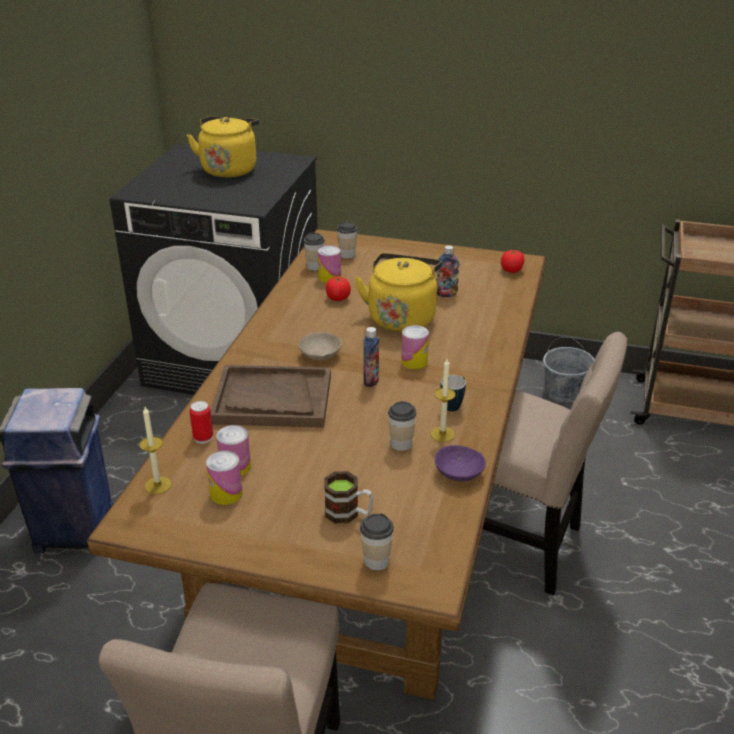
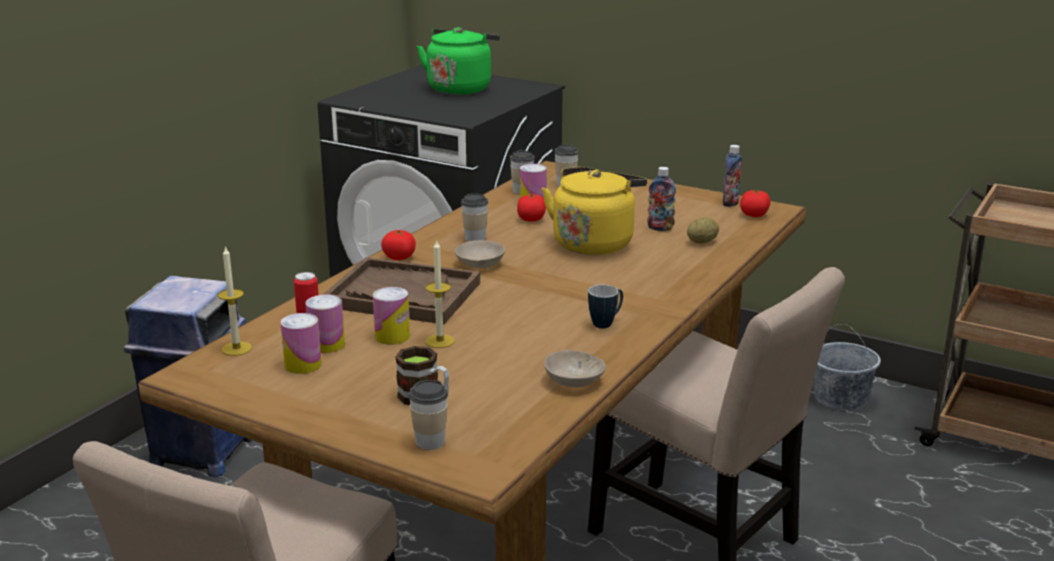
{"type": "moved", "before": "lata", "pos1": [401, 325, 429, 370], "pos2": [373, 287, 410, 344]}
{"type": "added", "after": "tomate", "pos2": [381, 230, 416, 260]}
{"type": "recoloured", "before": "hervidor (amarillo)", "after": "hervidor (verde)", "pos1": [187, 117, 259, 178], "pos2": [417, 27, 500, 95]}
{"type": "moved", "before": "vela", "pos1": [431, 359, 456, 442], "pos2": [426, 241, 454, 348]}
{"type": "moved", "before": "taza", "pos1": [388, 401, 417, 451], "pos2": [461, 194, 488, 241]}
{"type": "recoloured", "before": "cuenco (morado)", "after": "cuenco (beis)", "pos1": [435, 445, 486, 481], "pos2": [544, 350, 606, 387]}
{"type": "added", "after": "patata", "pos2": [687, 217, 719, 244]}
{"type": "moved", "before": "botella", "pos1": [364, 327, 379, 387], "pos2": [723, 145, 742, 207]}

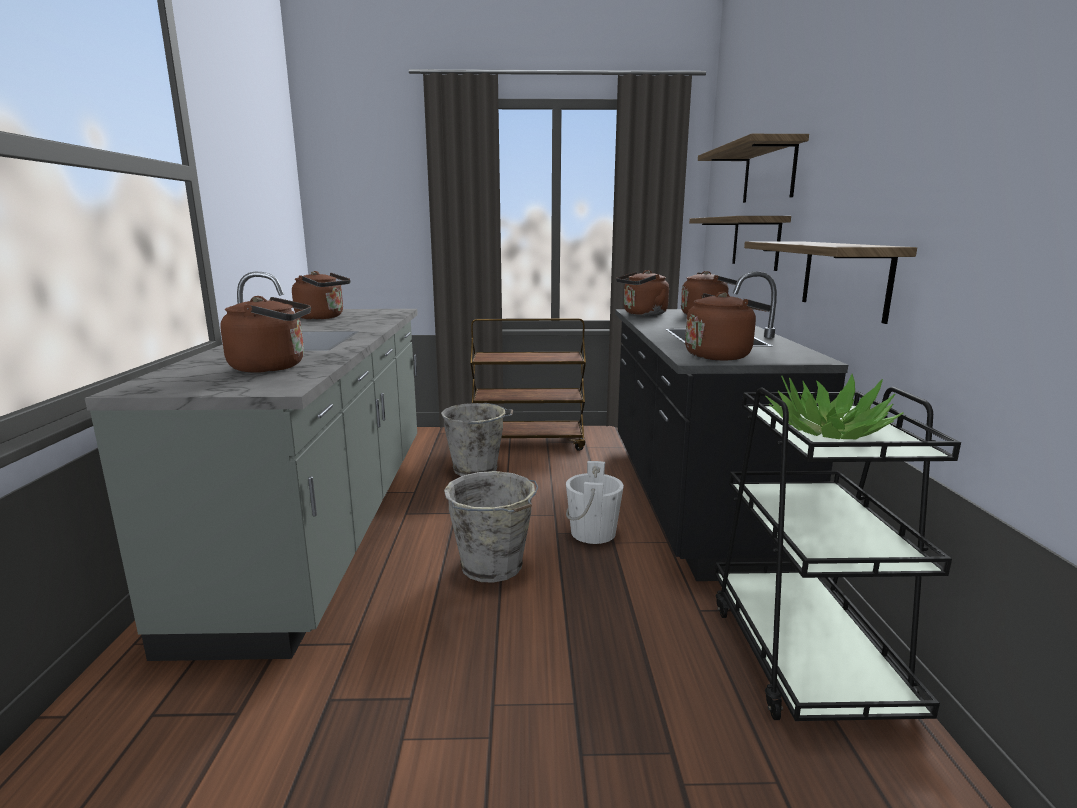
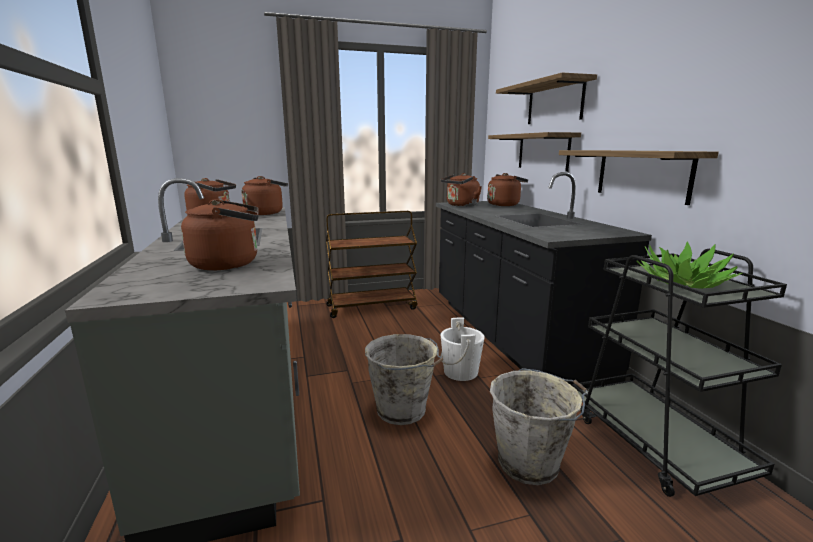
{"type": "moved", "before": "hervidor (marrón)", "pos1": [685, 292, 771, 360], "pos2": [242, 176, 288, 215]}
{"type": "moved", "before": "cubo (gris)", "pos1": [441, 403, 513, 476], "pos2": [490, 368, 588, 485]}

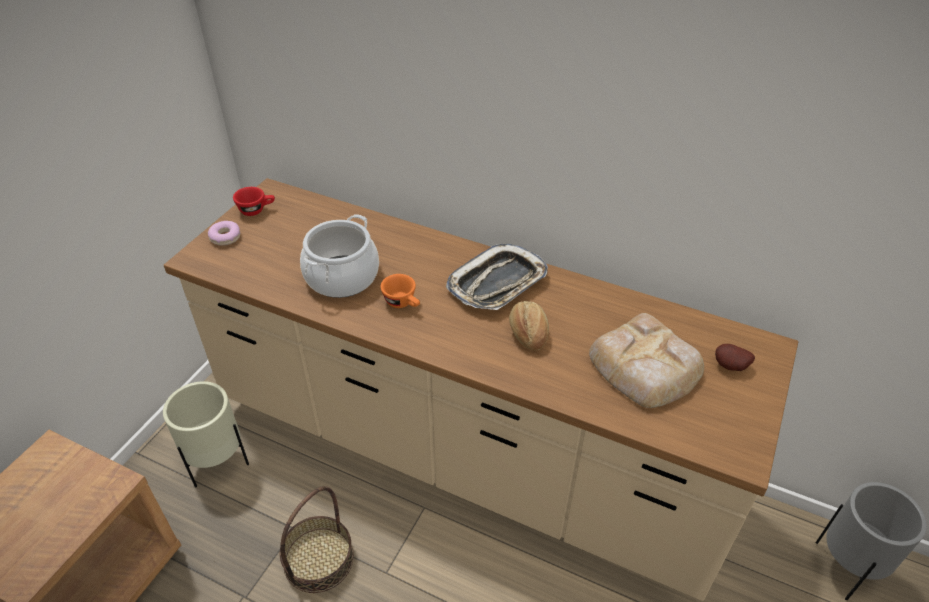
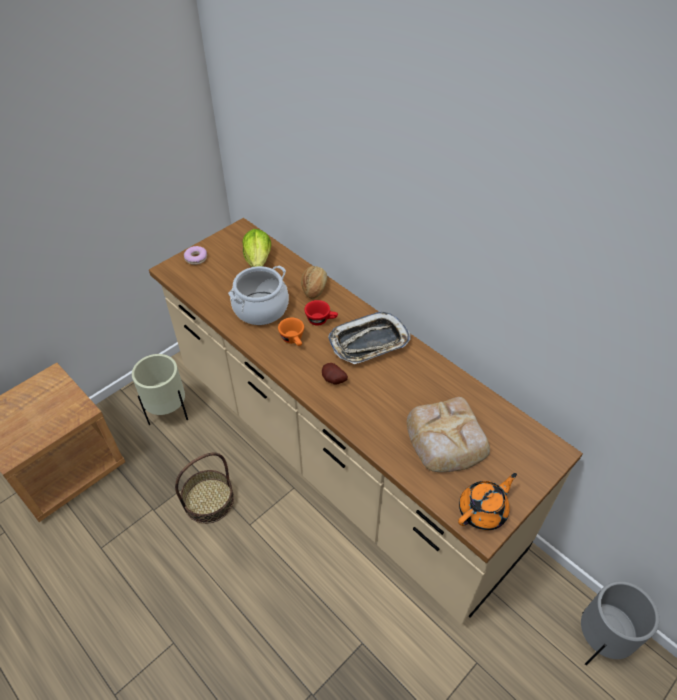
{"type": "added", "after": "lechuga", "pos2": [243, 229, 271, 267]}
{"type": "moved", "before": "pan", "pos1": [509, 301, 549, 351], "pos2": [301, 266, 327, 299]}
{"type": "moved", "before": "taza (rojo)", "pos1": [233, 187, 275, 216], "pos2": [304, 300, 338, 326]}
{"type": "moved", "before": "patata", "pos1": [715, 344, 755, 371], "pos2": [322, 363, 348, 385]}
{"type": "added", "after": "tetera (naranja)", "pos2": [458, 473, 517, 531]}

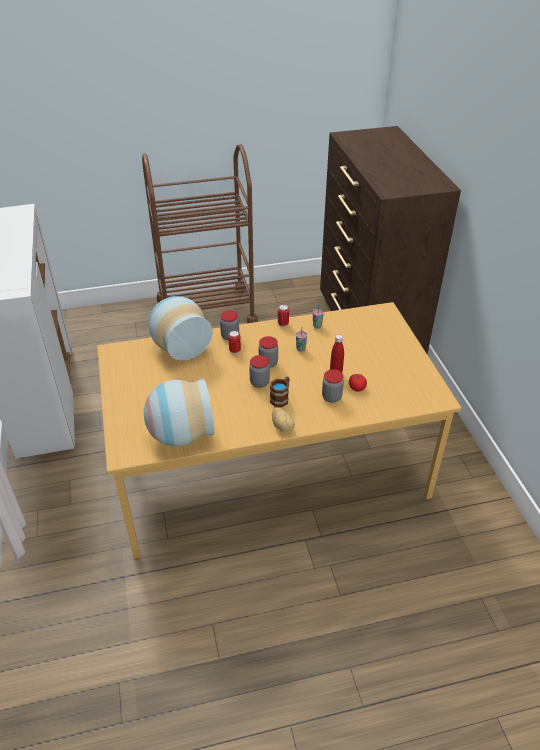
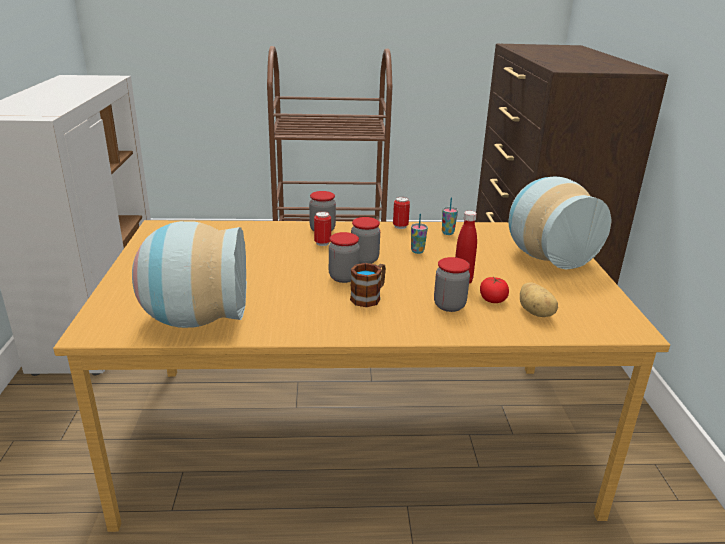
{"type": "moved", "before": "florero", "pos1": [149, 296, 213, 361], "pos2": [508, 177, 611, 270]}
{"type": "moved", "before": "patata", "pos1": [272, 408, 295, 432], "pos2": [520, 282, 558, 317]}

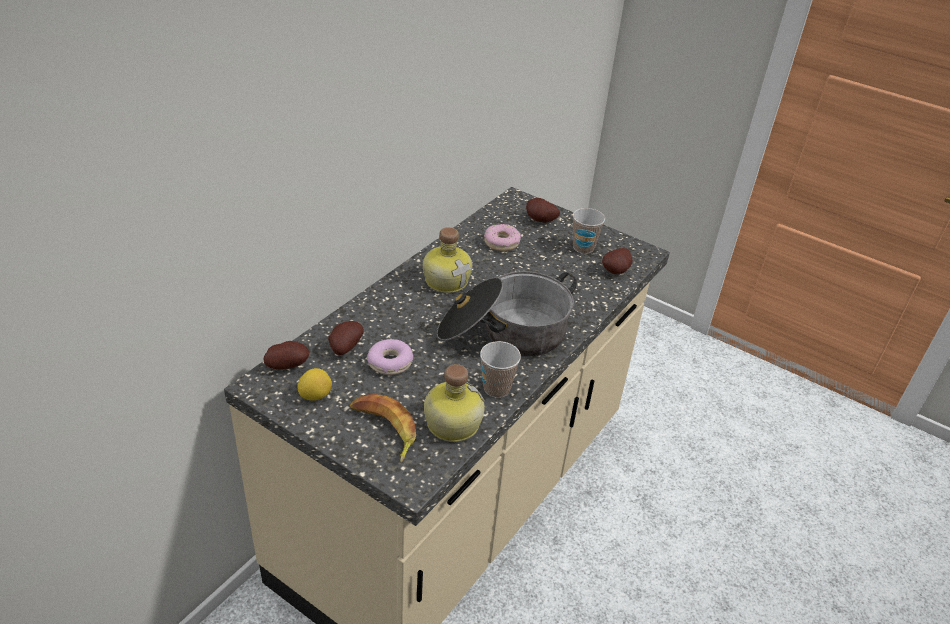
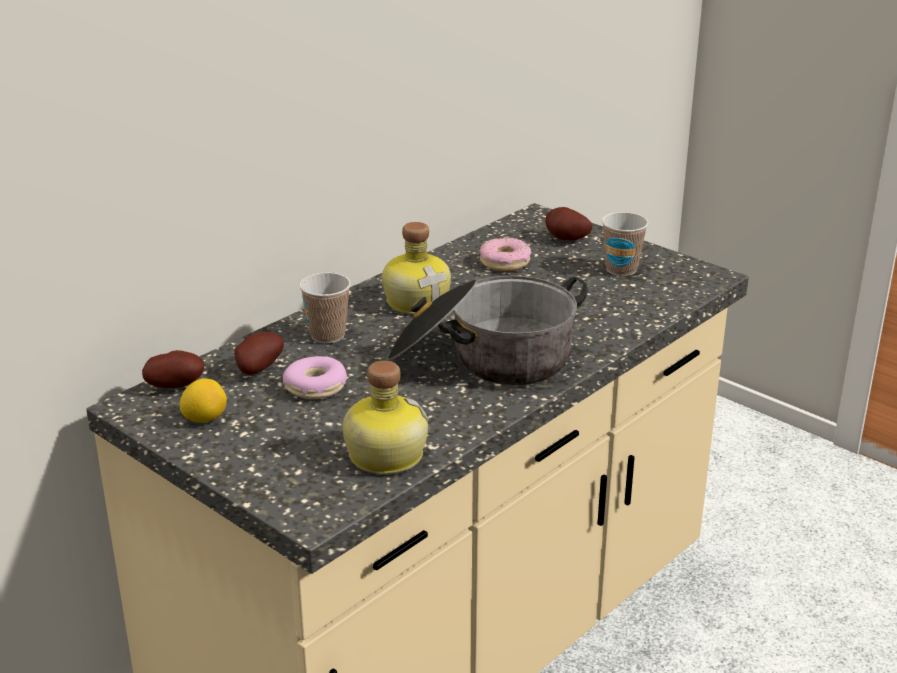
{"type": "moved", "before": "taza", "pos1": [480, 341, 521, 398], "pos2": [299, 272, 351, 344]}
{"type": "removed", "before": "plátano", "pos1": [350, 394, 416, 463]}
{"type": "removed", "before": "patata", "pos1": [602, 248, 632, 274]}

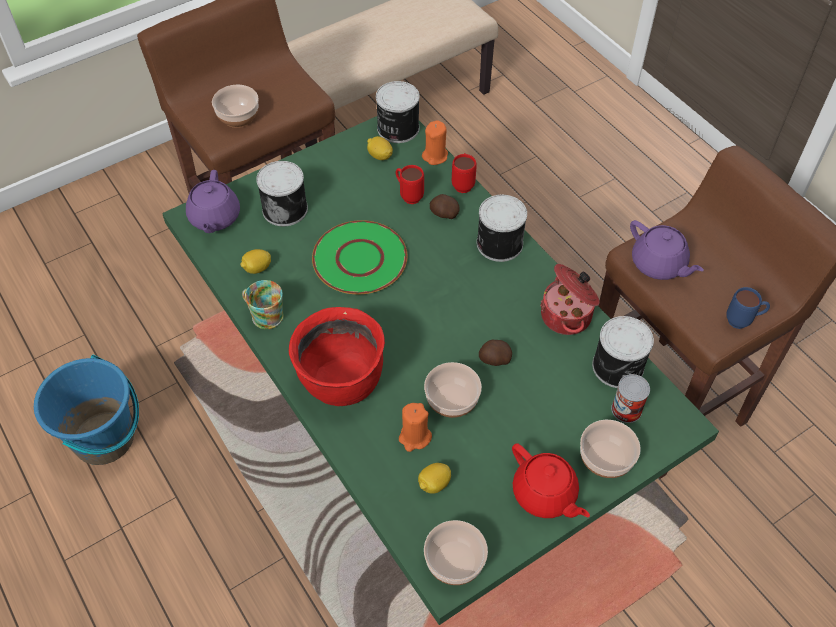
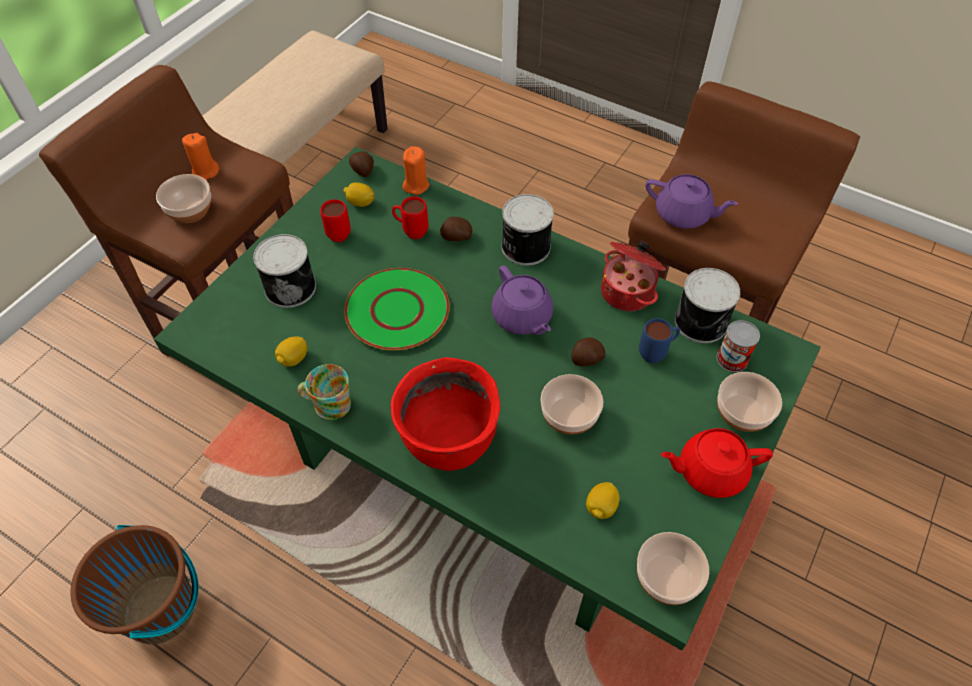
{"type": "recoloured", "before": "cubo (azul)", "after": "cubo (marrón)", "pos1": [34, 355, 139, 465], "pos2": [71, 525, 199, 644]}
{"type": "moved", "before": "vela (naranja)", "pos1": [399, 403, 432, 452], "pos2": [182, 133, 220, 180]}
{"type": "moved", "before": "taza grande (rojo)", "pos1": [452, 153, 477, 193], "pos2": [320, 199, 351, 242]}
{"type": "replaced", "before": "lata", "after": "patata", "pos1": [376, 81, 420, 143], "pos2": [349, 152, 374, 177]}
{"type": "moved", "before": "tetera (morado)", "pos1": [186, 170, 240, 233], "pos2": [491, 266, 553, 335]}
{"type": "moved", "before": "taza grande (azul)", "pos1": [726, 287, 770, 329], "pos2": [639, 318, 680, 363]}
{"type": "turned", "before": "tetera (rojo)", "pos1": [512, 443, 590, 518], "pos2": [661, 428, 773, 498], "turn": 150}

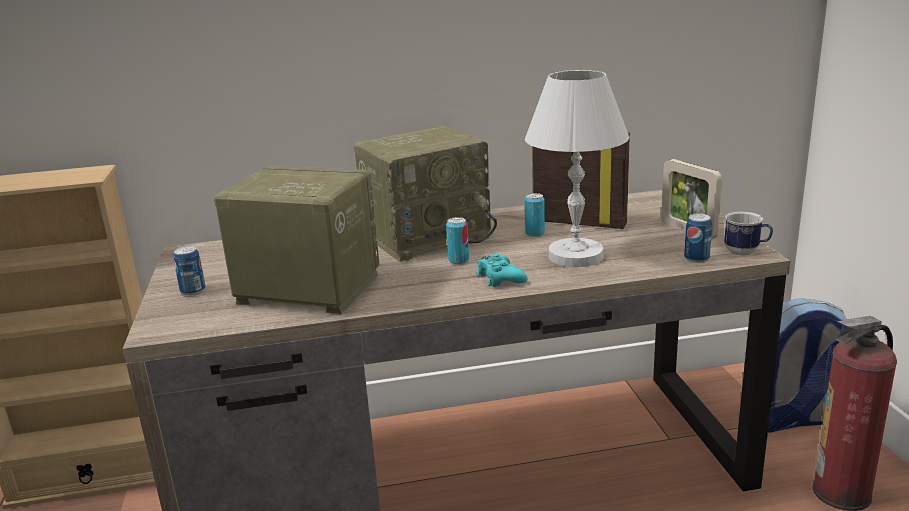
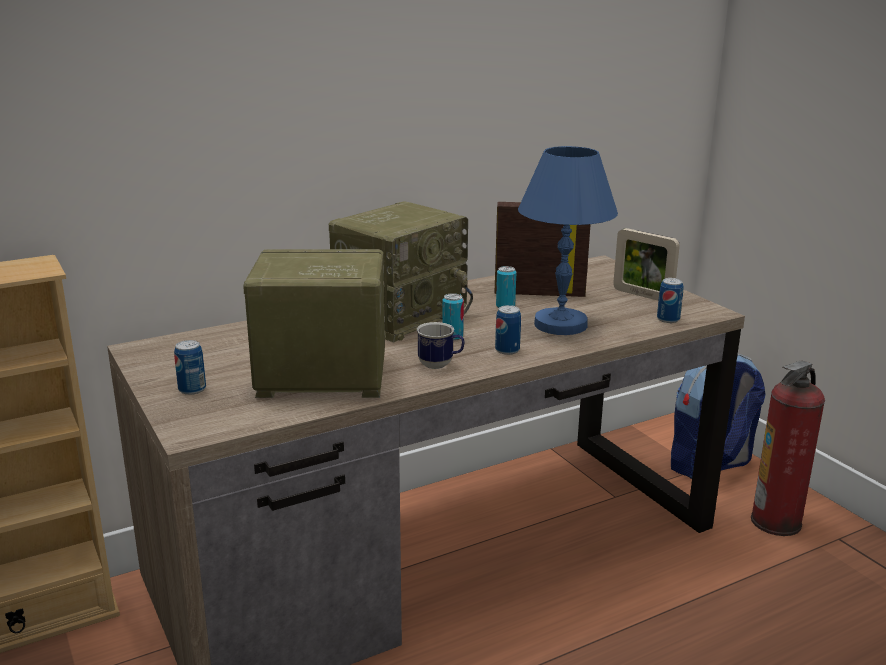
{"type": "moved", "before": "taza grande", "pos1": [724, 212, 773, 256], "pos2": [417, 322, 465, 369]}
{"type": "replaced", "before": "mando de consola (turquesa)", "after": "lata", "pos1": [477, 254, 528, 287], "pos2": [495, 305, 521, 355]}
{"type": "recoloured", "before": "lámpara de mesa (blanco)", "after": "lámpara de mesa (azul)", "pos1": [525, 70, 629, 267], "pos2": [518, 146, 618, 335]}

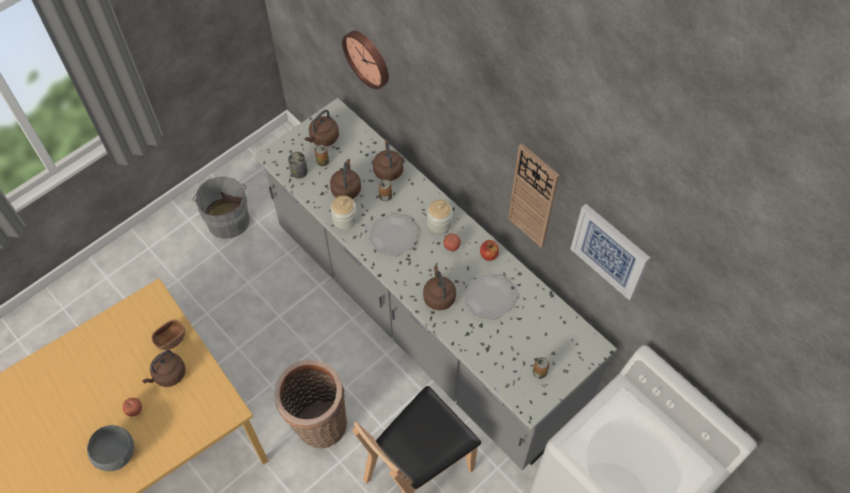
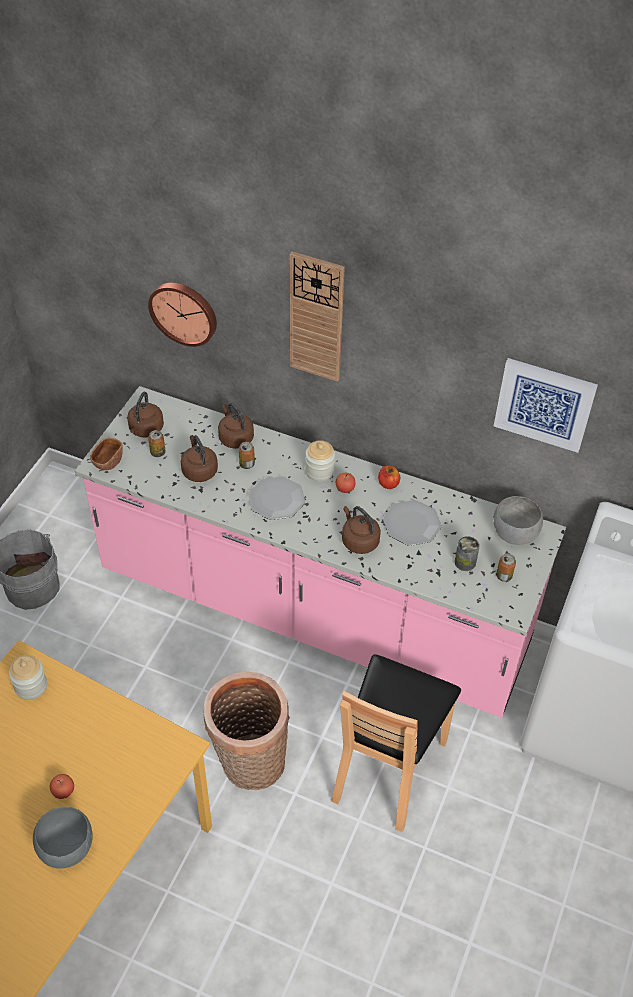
{"type": "moved", "before": "tarro", "pos1": [330, 195, 357, 230], "pos2": [9, 655, 47, 700]}
{"type": "recoloured", "before": "mueble bajo de cocina (gris)", "after": "mueble bajo de cocina (rosa)", "pos1": [255, 98, 617, 470], "pos2": [75, 386, 566, 718]}
{"type": "moved", "before": "cuenco (marrón)", "pos1": [152, 320, 185, 350], "pos2": [90, 438, 123, 470]}
{"type": "moved", "before": "reloj de pared", "pos1": [508, 144, 559, 248], "pos2": [290, 252, 345, 381]}
{"type": "moved", "before": "lata", "pos1": [288, 152, 308, 179], "pos2": [454, 536, 480, 571]}
{"type": "added", "after": "cuenco (gris)", "pos2": [494, 496, 543, 545]}
{"type": "removed", "before": "hervidor (marrón)", "pos1": [142, 350, 186, 387]}

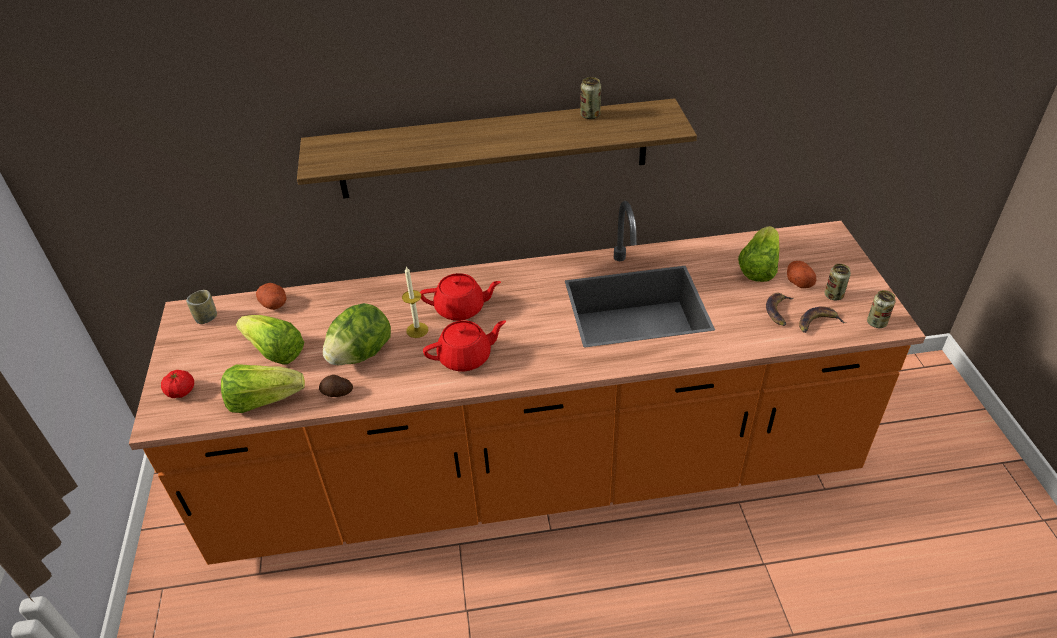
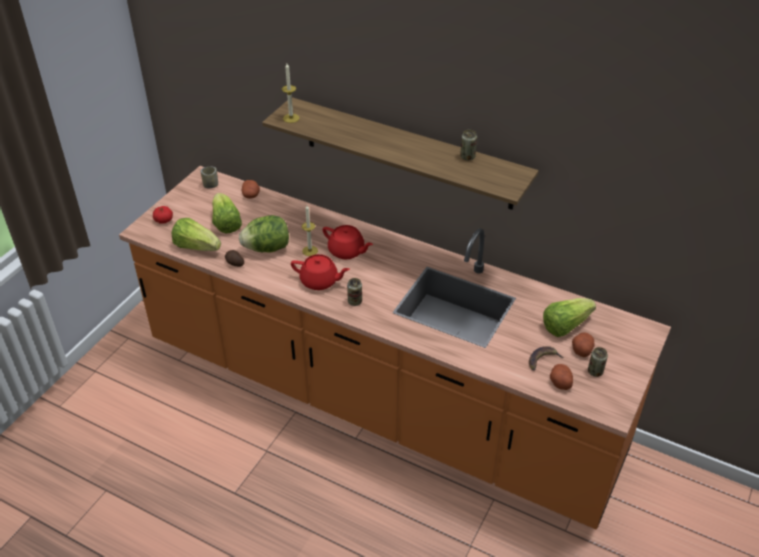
{"type": "added", "after": "vela", "pos2": [282, 64, 300, 123]}
{"type": "moved", "before": "lata", "pos1": [867, 290, 896, 328], "pos2": [347, 278, 362, 306]}
{"type": "replaced", "before": "plátano", "after": "patata", "pos1": [799, 307, 846, 333], "pos2": [550, 364, 573, 390]}

